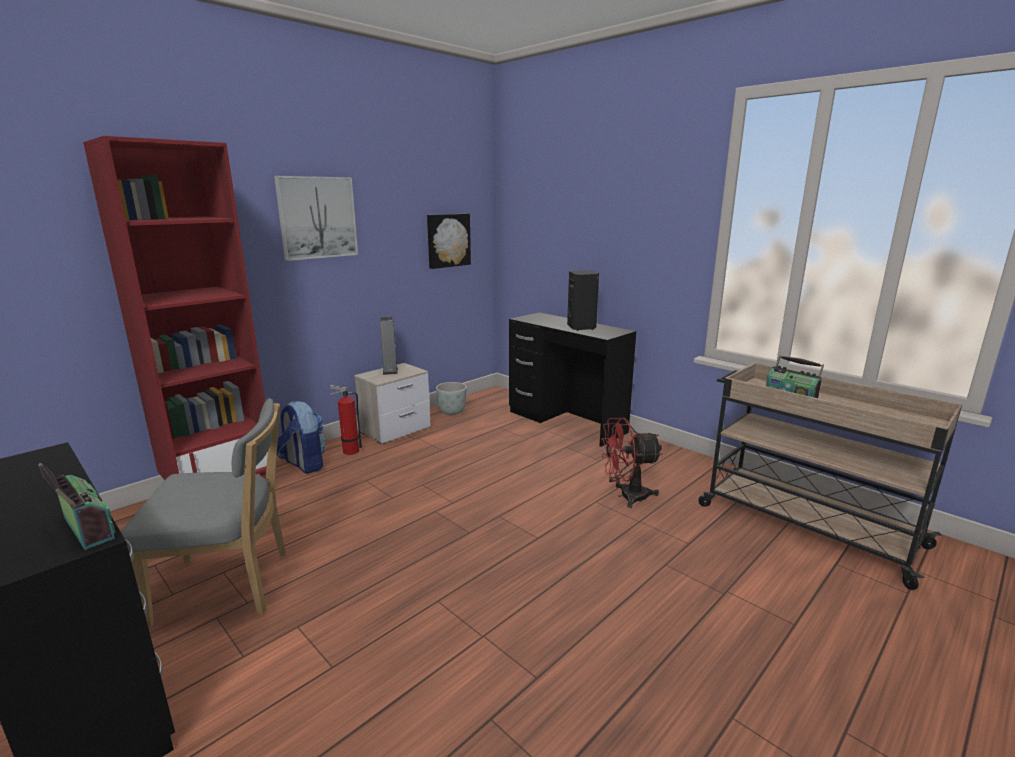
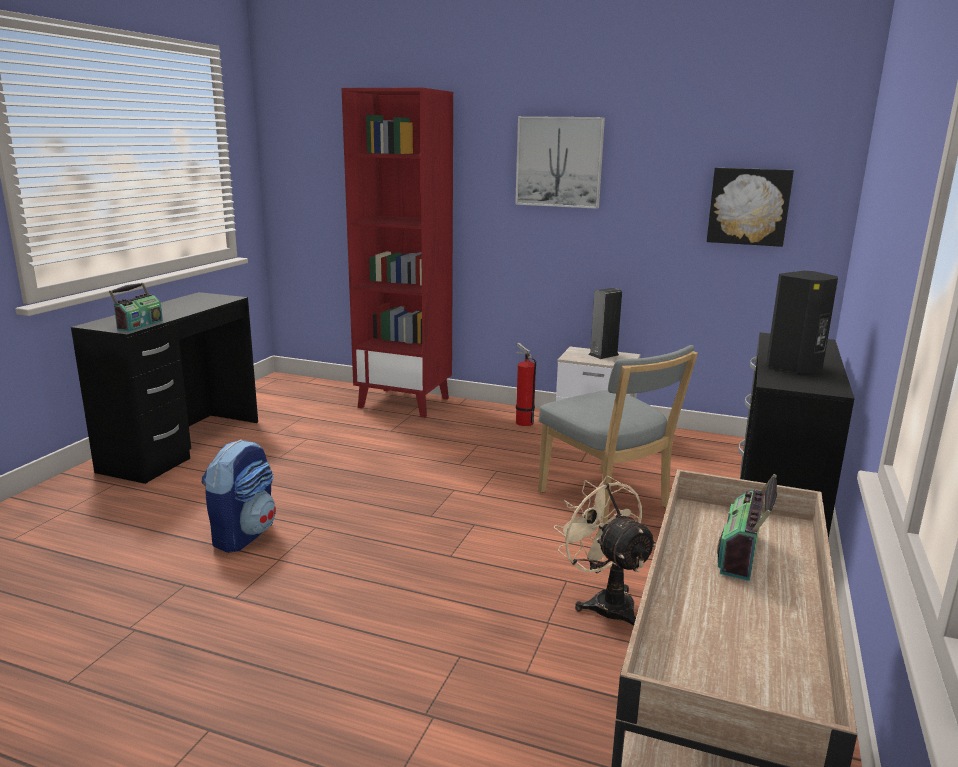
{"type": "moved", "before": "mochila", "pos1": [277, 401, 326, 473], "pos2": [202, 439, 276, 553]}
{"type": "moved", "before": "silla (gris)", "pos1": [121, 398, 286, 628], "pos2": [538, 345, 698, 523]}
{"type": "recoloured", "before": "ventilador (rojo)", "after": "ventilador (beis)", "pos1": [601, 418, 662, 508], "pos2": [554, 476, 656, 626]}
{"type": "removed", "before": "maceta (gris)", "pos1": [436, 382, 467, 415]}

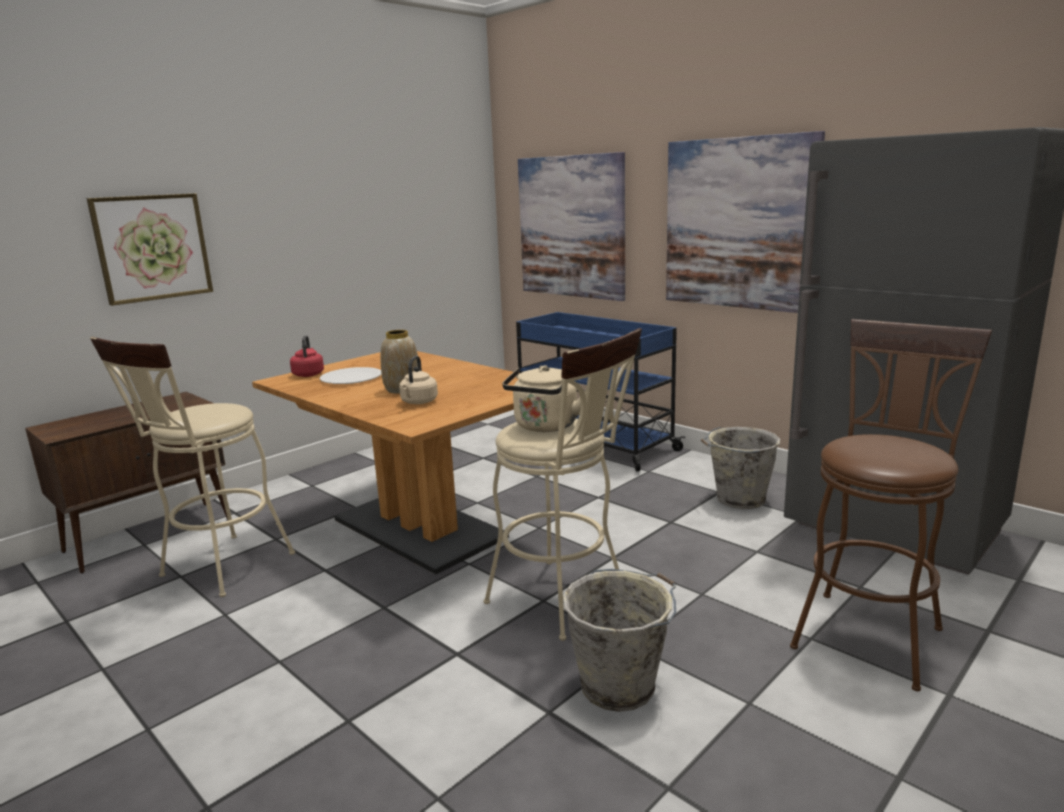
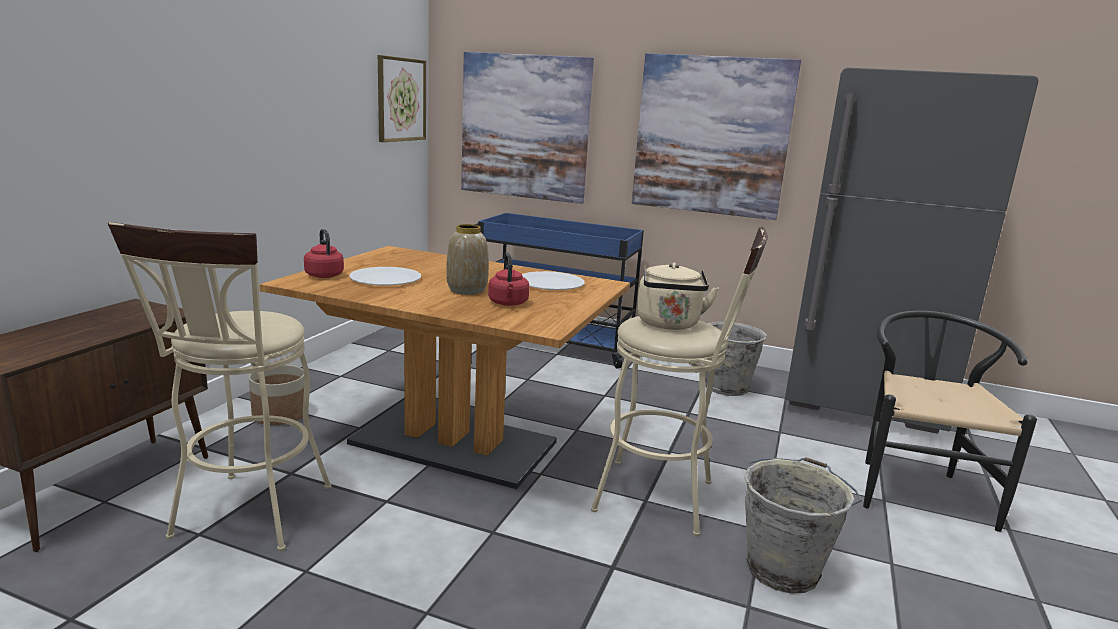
{"type": "added", "after": "maceta", "pos2": [249, 365, 304, 425]}
{"type": "moved", "before": "cuadro", "pos1": [87, 193, 213, 306], "pos2": [378, 55, 426, 142]}
{"type": "recoloured", "before": "hervidor (beis)", "after": "hervidor (rojo)", "pos1": [399, 356, 438, 404], "pos2": [488, 252, 529, 306]}
{"type": "added", "after": "plato (blanco)", "pos2": [522, 271, 585, 290]}
{"type": "replaced", "before": "taburete (marrón)", "after": "silla (negro)", "pos1": [790, 319, 992, 691], "pos2": [863, 311, 1037, 532]}

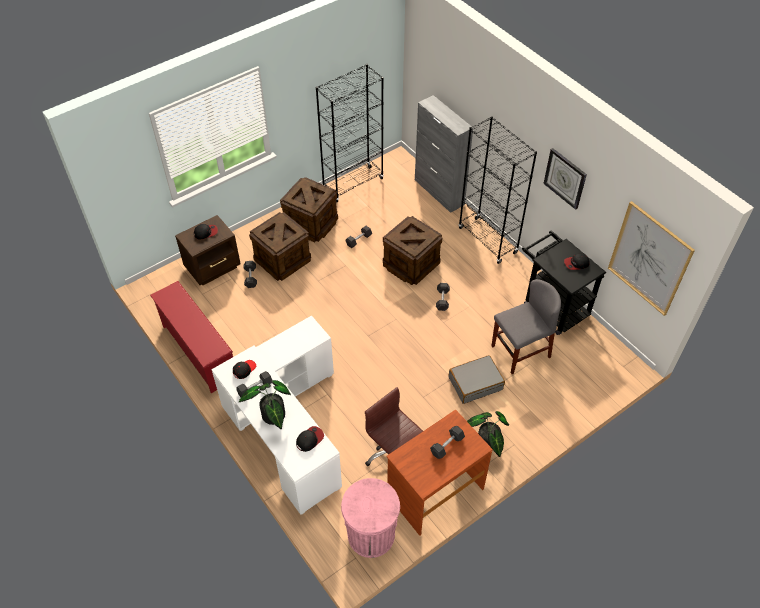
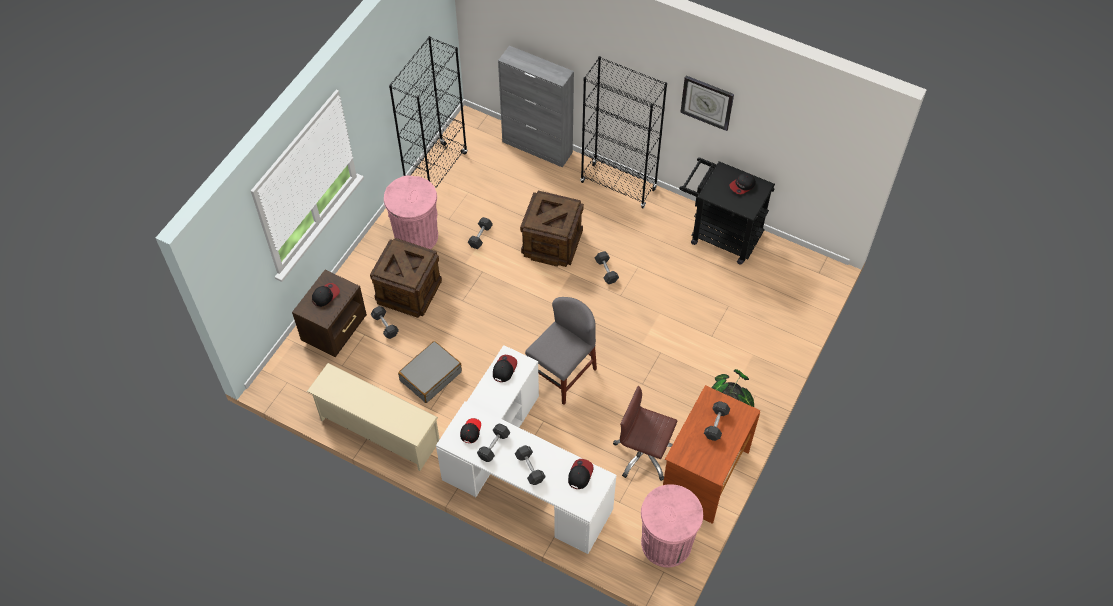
{"type": "recoloured", "before": "zapatero (rojo)", "after": "zapatero (beis)", "pos1": [150, 281, 233, 393], "pos2": [307, 363, 440, 471]}
{"type": "replaced", "before": "caja de embalaje", "after": "papelera (rosa)", "pos1": [280, 177, 338, 243], "pos2": [384, 175, 438, 249]}
{"type": "moved", "before": "maleta (gris)", "pos1": [449, 355, 505, 404], "pos2": [398, 341, 462, 403]}
{"type": "added", "after": "gorra", "pos2": [493, 355, 517, 382]}
{"type": "replaced", "before": "planta en maceta", "after": "mancuerna (gris)", "pos1": [239, 380, 291, 429], "pos2": [515, 445, 546, 485]}
{"type": "moved", "before": "silla (gris)", "pos1": [491, 279, 561, 374], "pos2": [525, 297, 597, 405]}
{"type": "removed", "before": "cuadro", "pos1": [608, 201, 695, 316]}

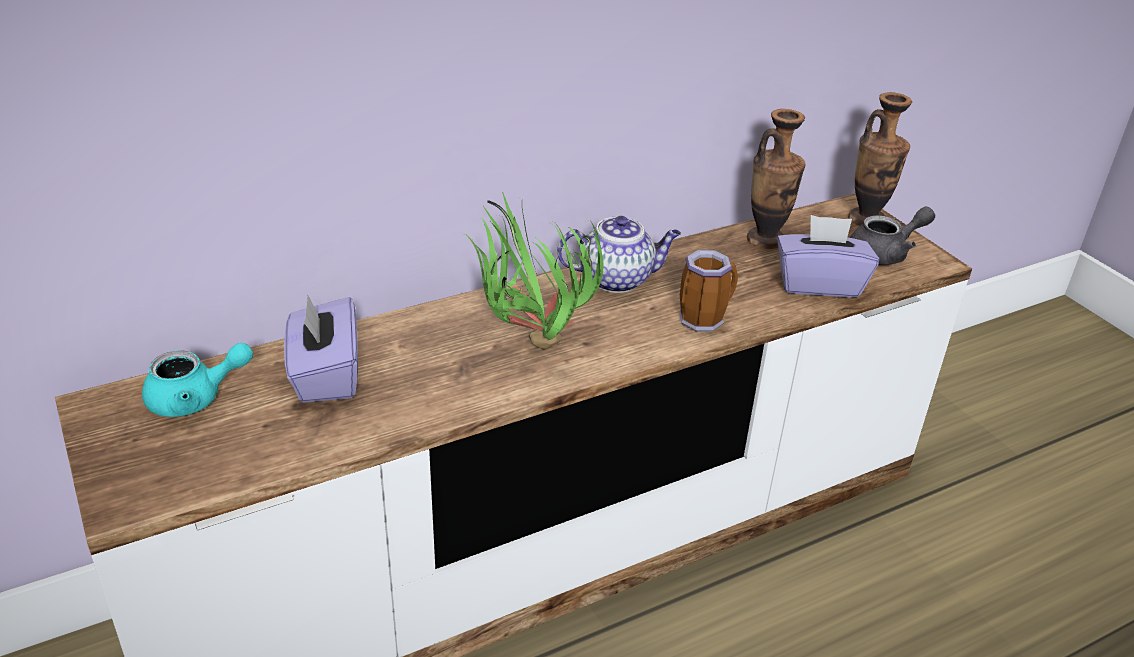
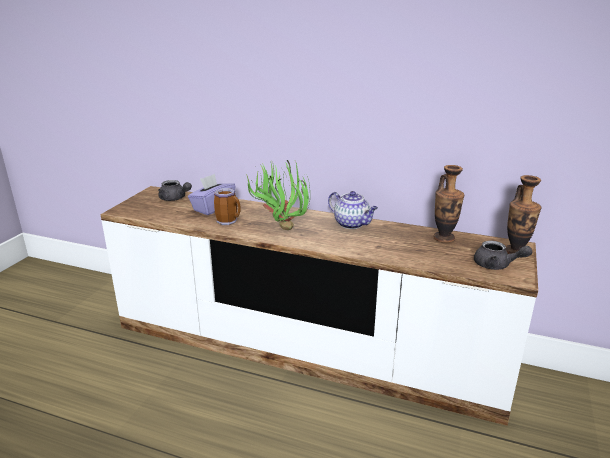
{"type": "recoloured", "before": "tetera (turquesa)", "after": "tetera (gris)", "pos1": [142, 343, 253, 417], "pos2": [158, 180, 192, 201]}
{"type": "moved", "before": "taza grande", "pos1": [679, 250, 738, 332], "pos2": [214, 188, 241, 225]}
{"type": "removed", "before": "caja de pañuelos (morado)", "pos1": [777, 215, 879, 298]}

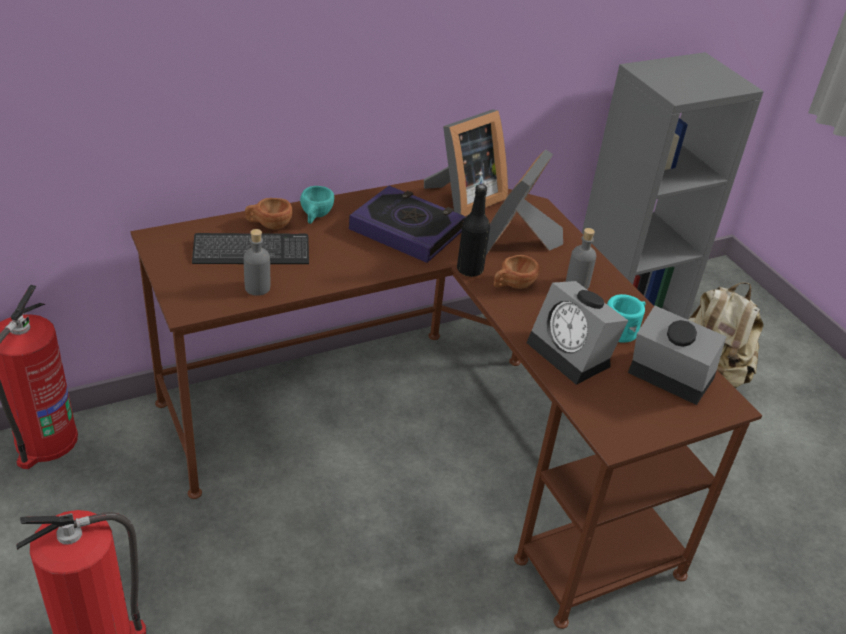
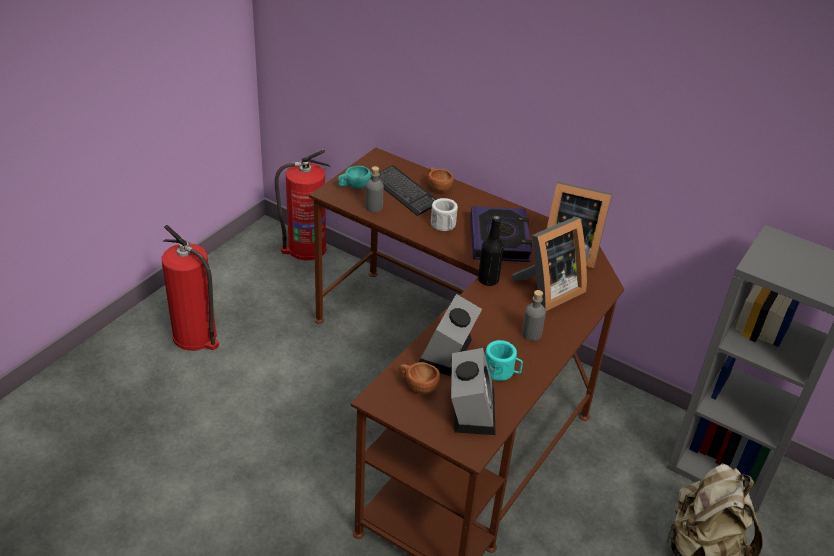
{"type": "moved", "before": "taza (turquesa)", "pos1": [300, 186, 334, 224], "pos2": [338, 166, 371, 189]}
{"type": "moved", "before": "taza (marrón)", "pos1": [494, 255, 540, 289], "pos2": [399, 362, 440, 394]}
{"type": "added", "after": "taza grande (blanco)", "pos2": [431, 198, 458, 231]}
{"type": "turned", "before": "portarretratos", "pos1": [486, 149, 563, 255], "pos2": [512, 217, 587, 311], "turn": 150}

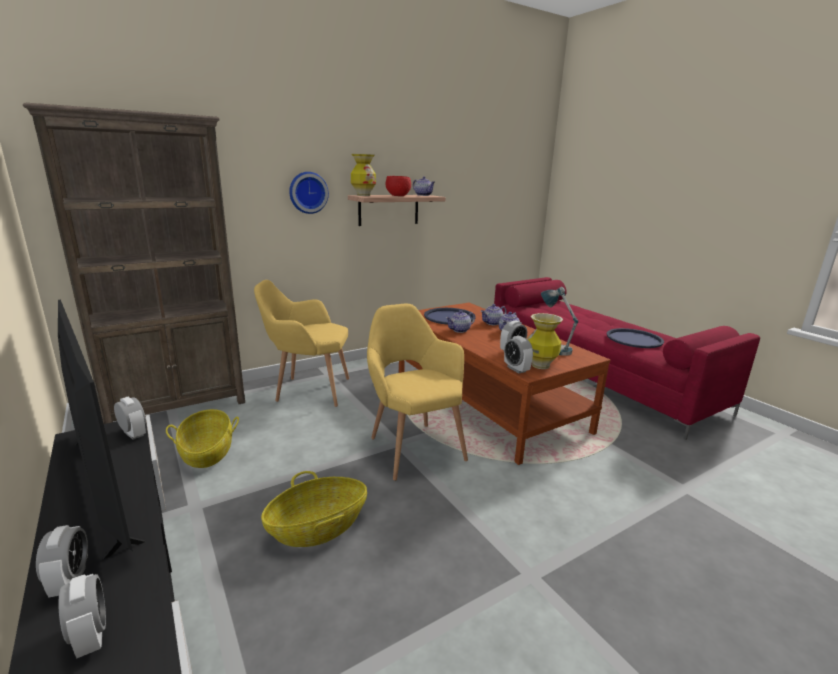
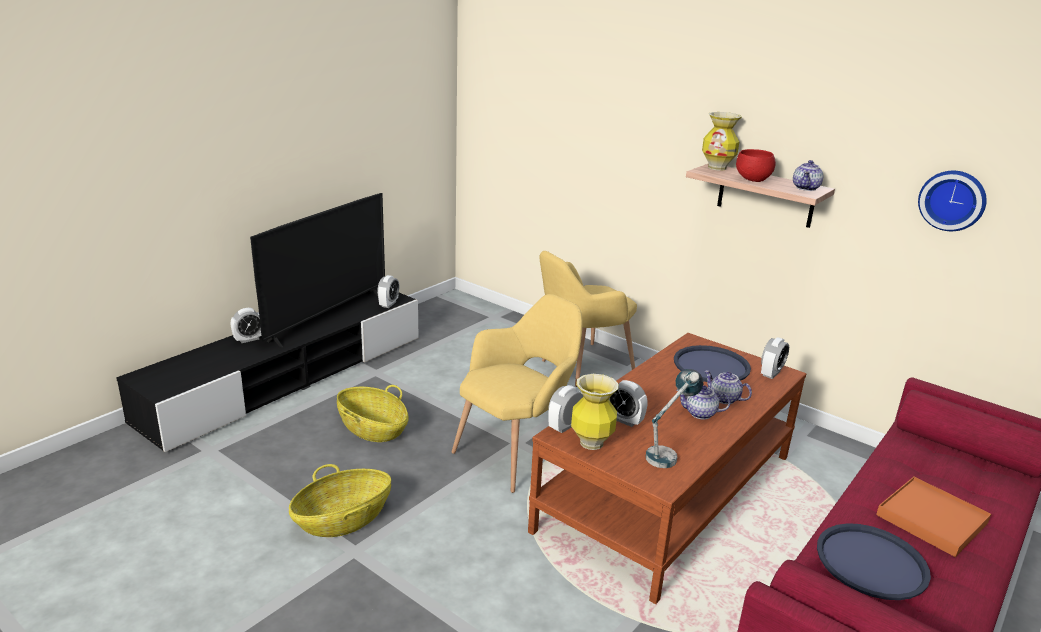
{"type": "moved", "before": "cesta", "pos1": [166, 409, 239, 468], "pos2": [289, 464, 391, 537]}
{"type": "turned", "before": "sillón (amarillo)", "pos1": [254, 280, 349, 407], "pos2": [539, 251, 637, 387], "turn": -105}
{"type": "moved", "before": "despertador", "pos1": [59, 574, 106, 658], "pos2": [761, 337, 789, 379]}
{"type": "added", "after": "bandeja (naranja)", "pos2": [876, 477, 991, 557]}
{"type": "moved", "before": "reloj de pared", "pos1": [289, 172, 329, 214], "pos2": [918, 171, 987, 231]}
{"type": "removed", "before": "estantería (marrón)", "pos1": [23, 103, 245, 424]}
{"type": "removed", "before": "tetera", "pos1": [446, 310, 475, 333]}

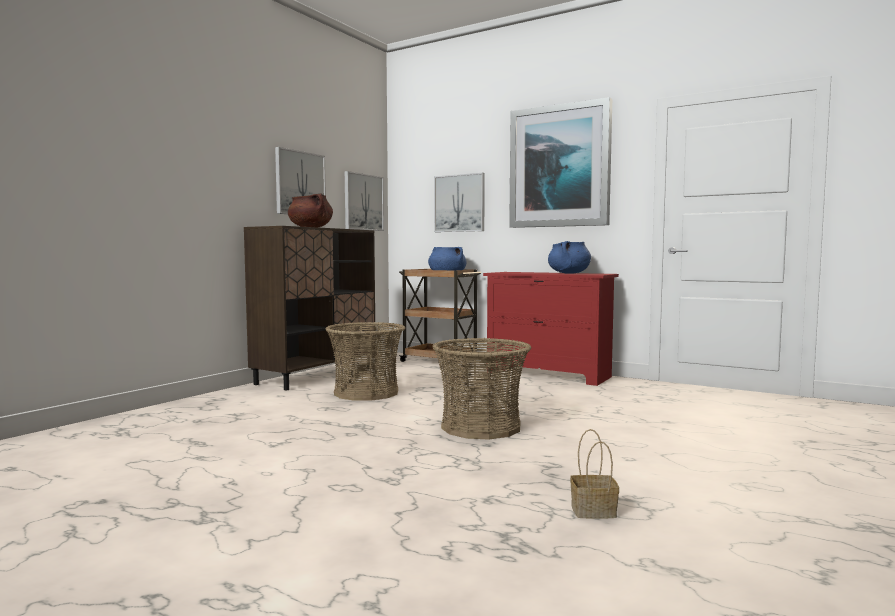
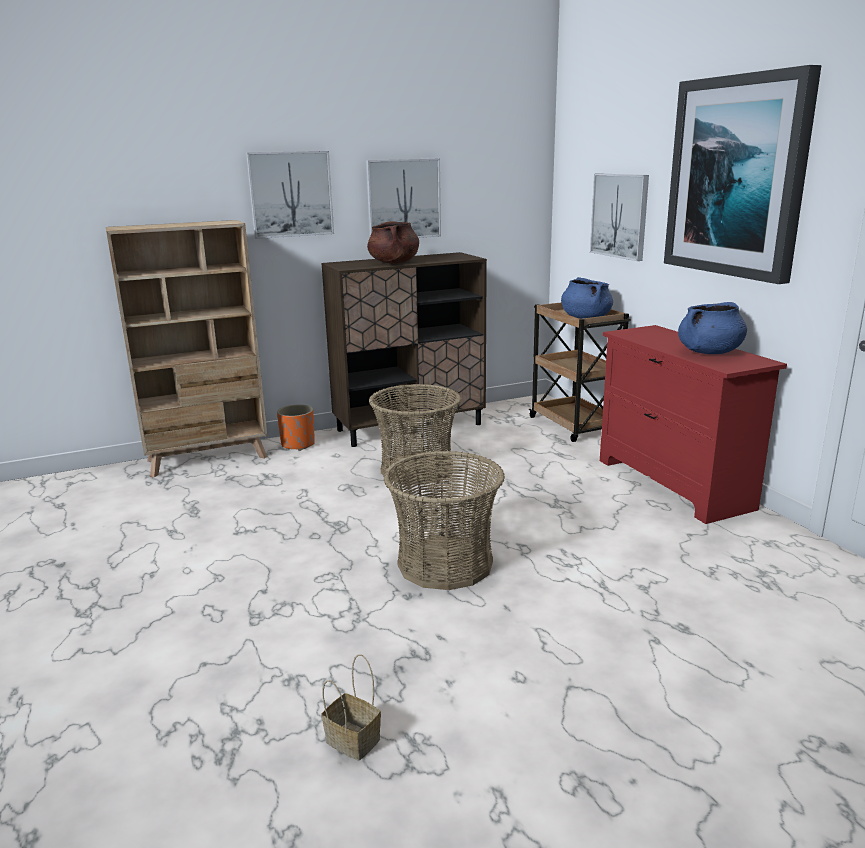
{"type": "added", "after": "estantería (beis)", "pos2": [106, 220, 267, 478]}
{"type": "moved", "before": "cuadro", "pos1": [345, 171, 384, 231], "pos2": [246, 151, 334, 239]}
{"type": "added", "after": "maceta (naranja)", "pos2": [277, 404, 315, 451]}

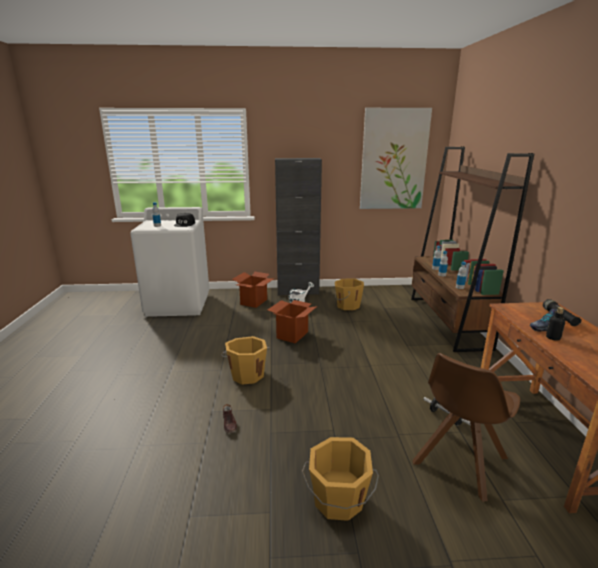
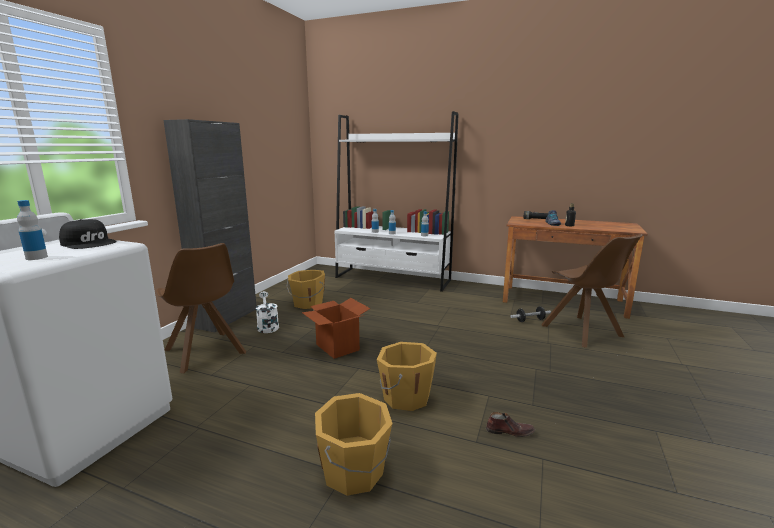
{"type": "replaced", "before": "caja de cartón", "after": "silla (marrón)", "pos1": [232, 272, 273, 308], "pos2": [156, 243, 246, 373]}
{"type": "moved", "before": "cubo (naranja)", "pos1": [302, 437, 379, 521], "pos2": [315, 393, 393, 496]}
{"type": "recoloured", "before": "estantería (marrón)", "after": "estantería (blanco)", "pos1": [411, 146, 534, 352], "pos2": [335, 111, 459, 292]}
{"type": "removed", "before": "cuadro", "pos1": [360, 108, 432, 209]}

